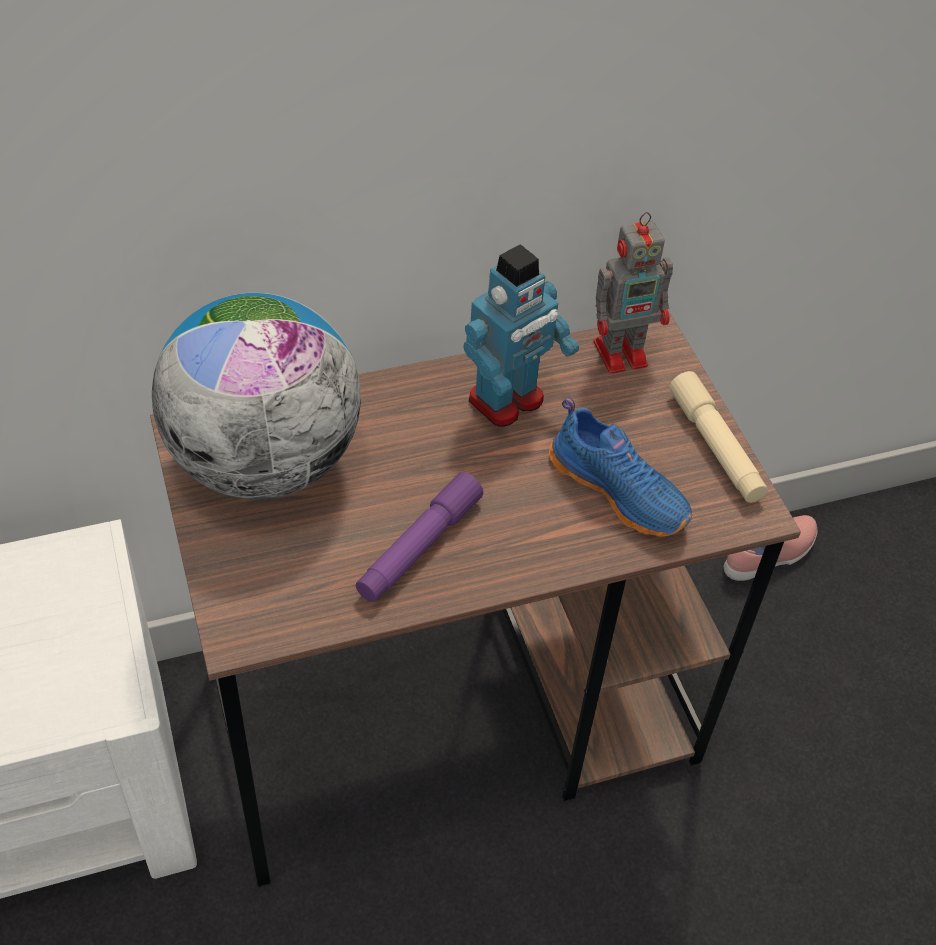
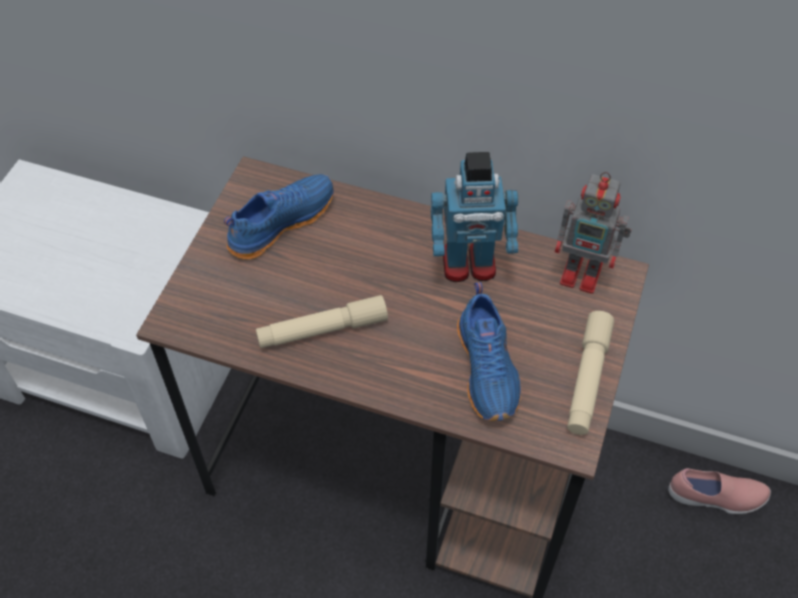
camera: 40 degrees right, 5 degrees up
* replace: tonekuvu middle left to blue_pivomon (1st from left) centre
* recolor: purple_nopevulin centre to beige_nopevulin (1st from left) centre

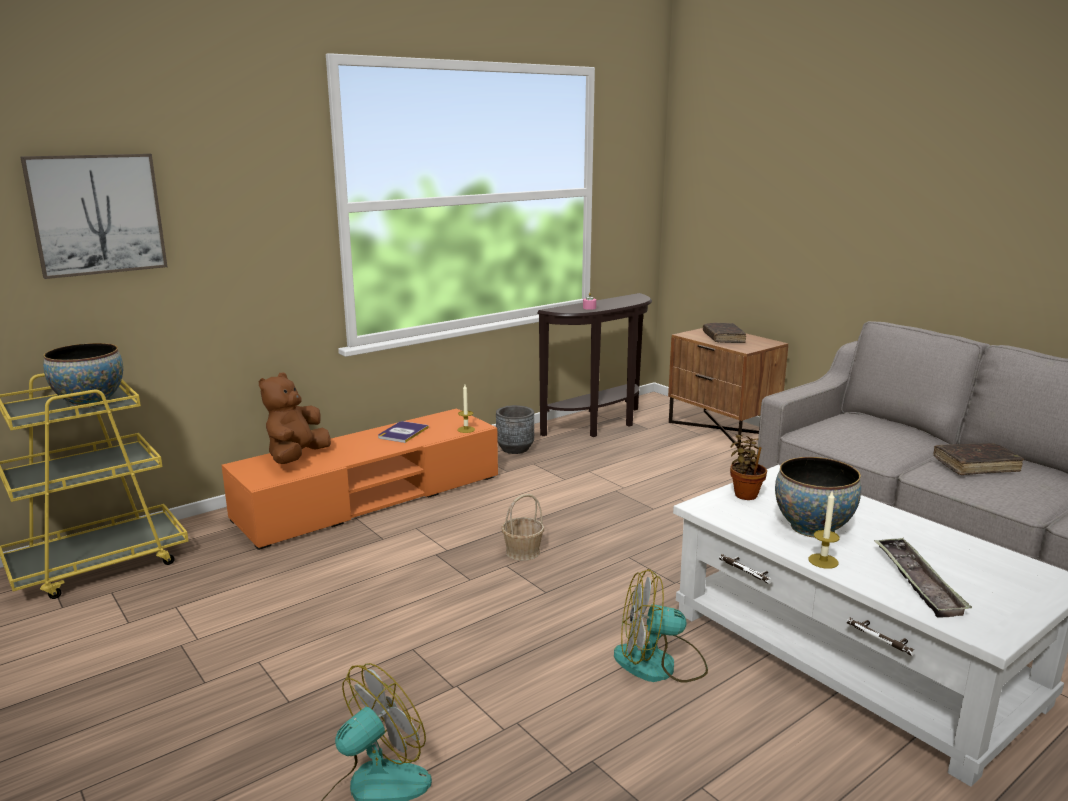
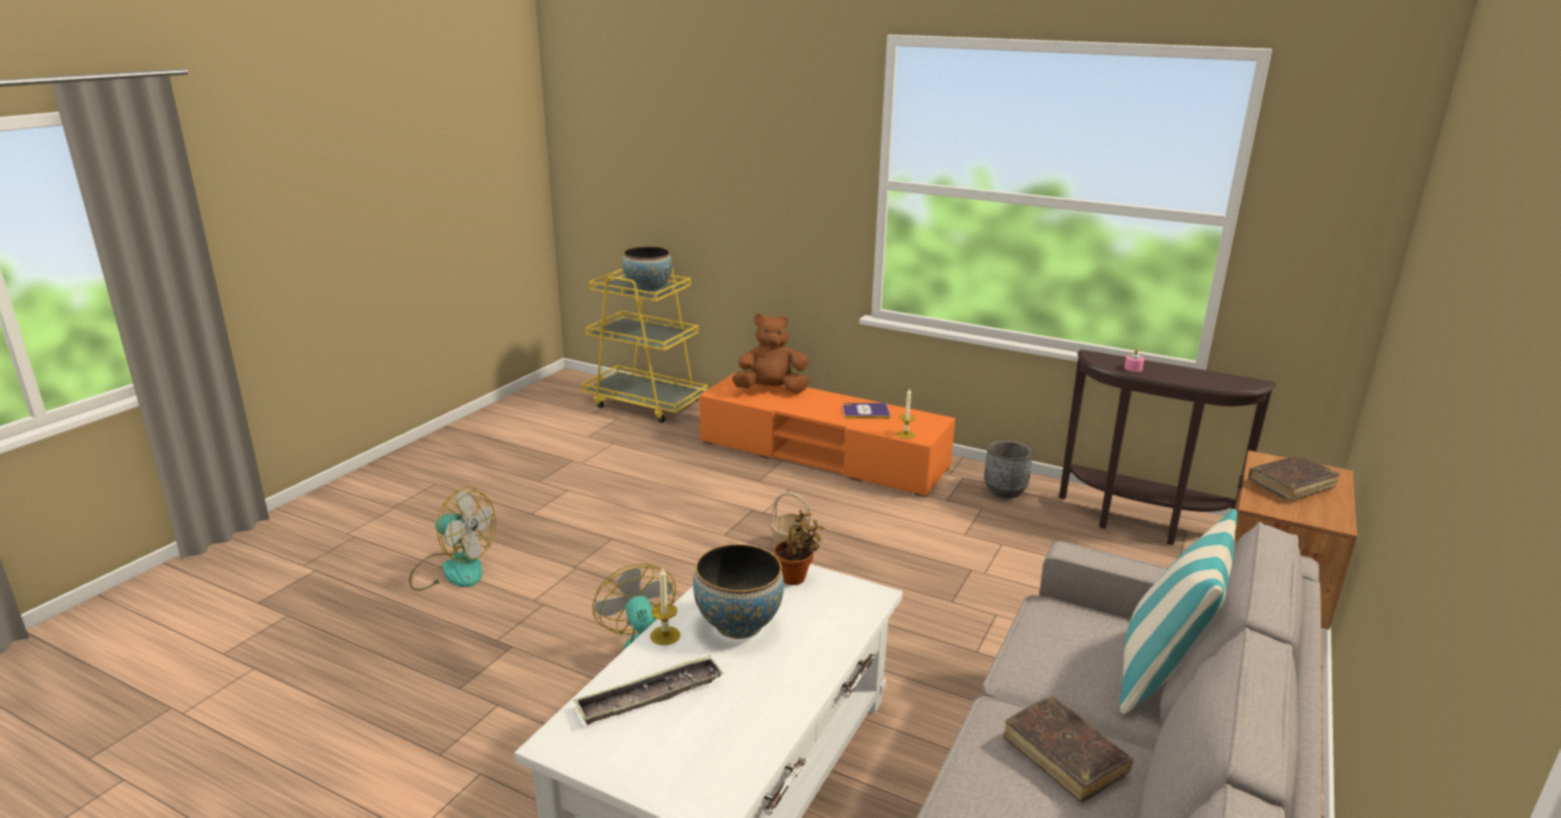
camera: 65 degrees right, 5 degrees up
* delete: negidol top left
* insert: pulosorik bottom right

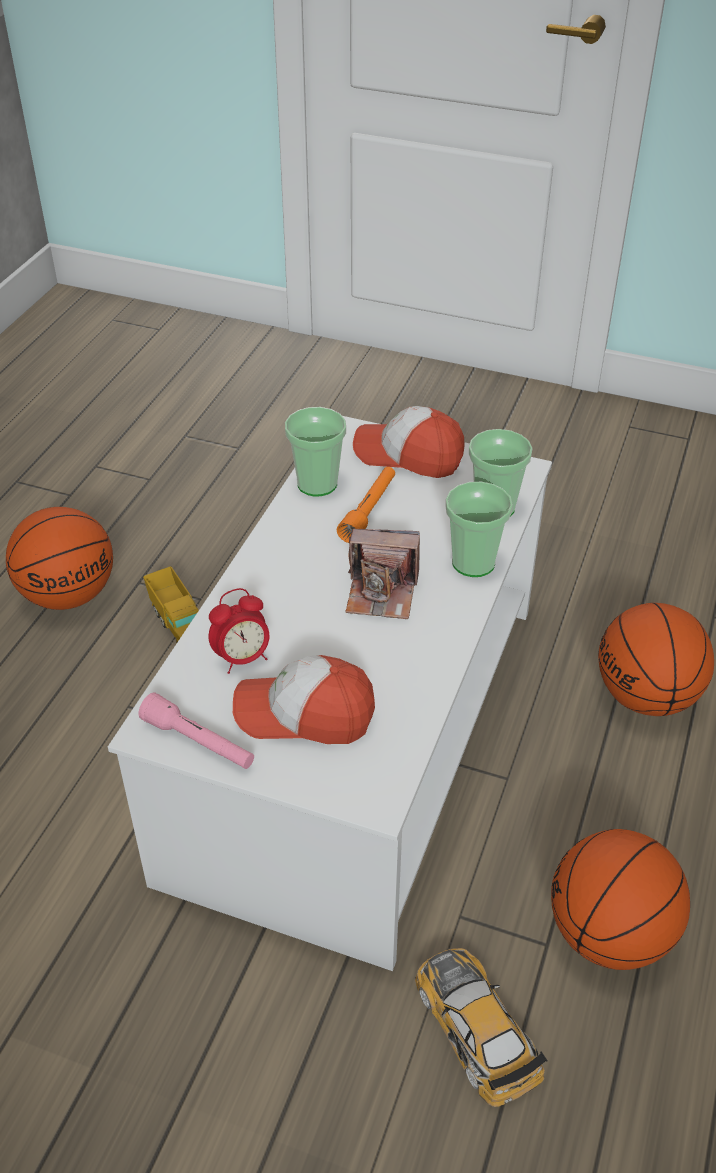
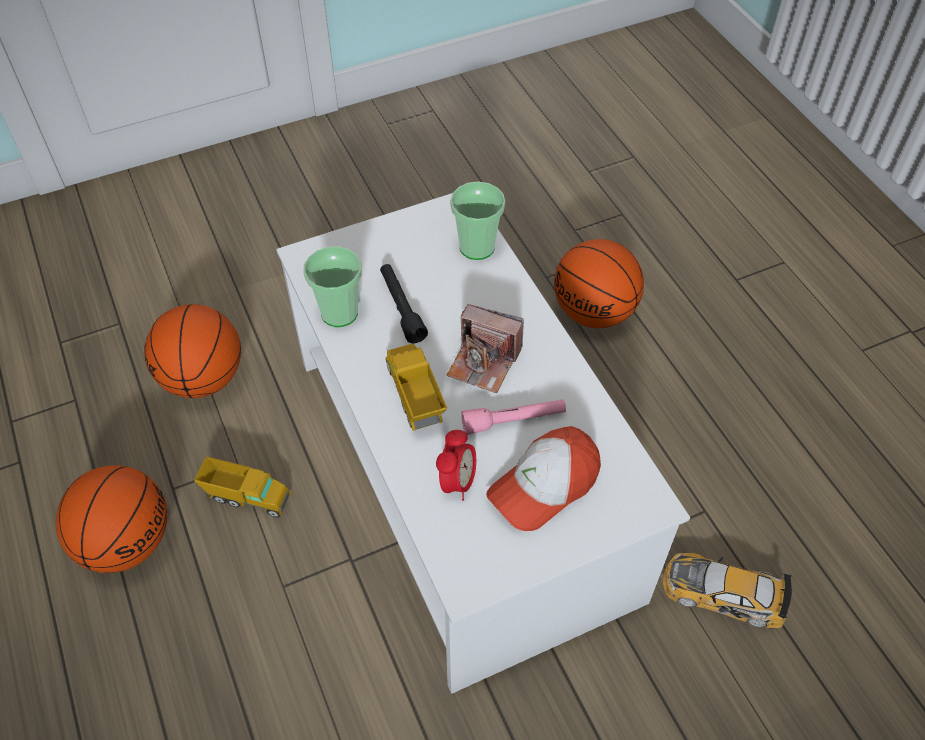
camera: 45 degrees left, 10 degrees up
* delete: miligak (2nd from left) centre
* delete: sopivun (2nd from left) middle right
* insert: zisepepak (2nd from left) centre
* move: pink_nopevulin middle left to centre
* move: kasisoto (2nd from left) bottom right to middle left
* recolor: orange_nopevulin centre to black_nopevulin centre
* rotate: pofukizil centre = centre 60 degrees clockwise

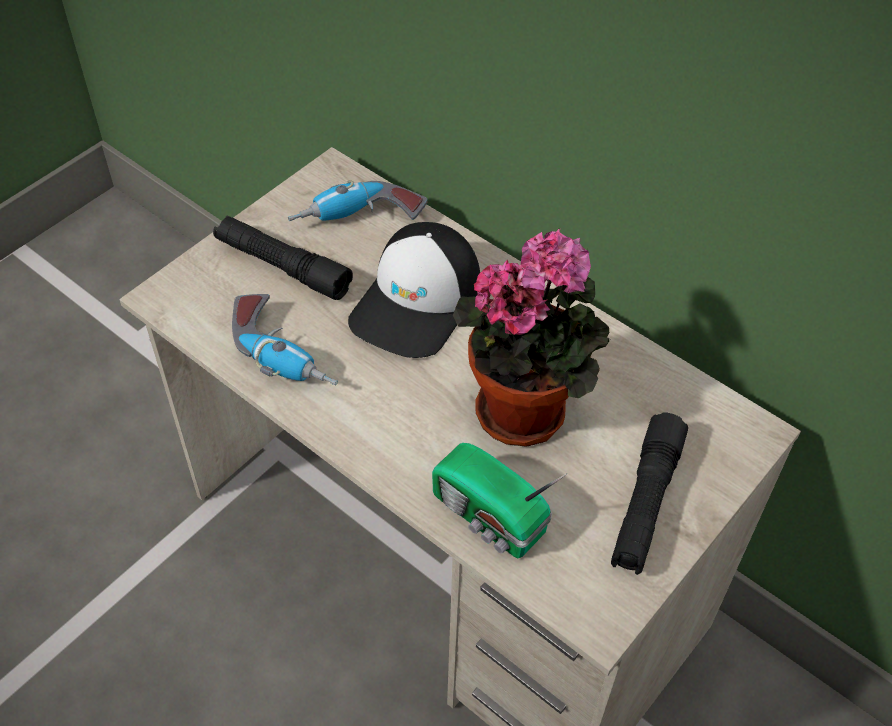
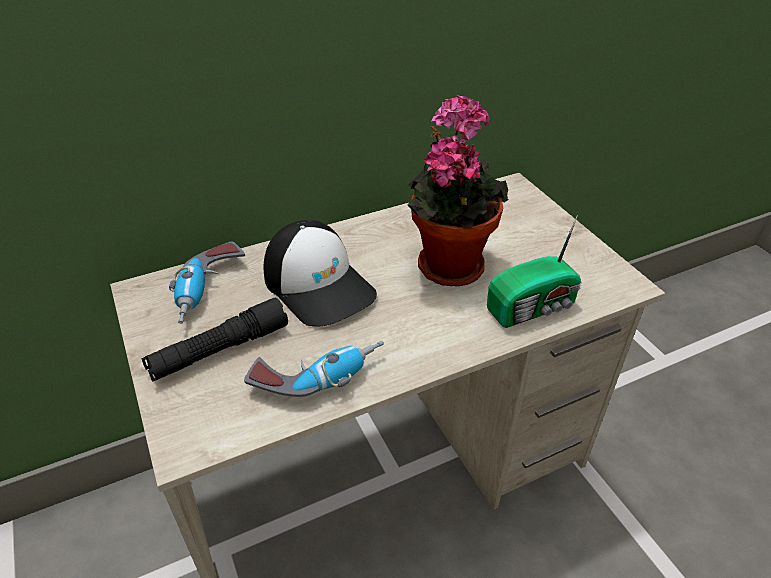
camera: 65 degrees left, 10 degrees down
* delete: black_nopevulin (2nd from left) bottom right

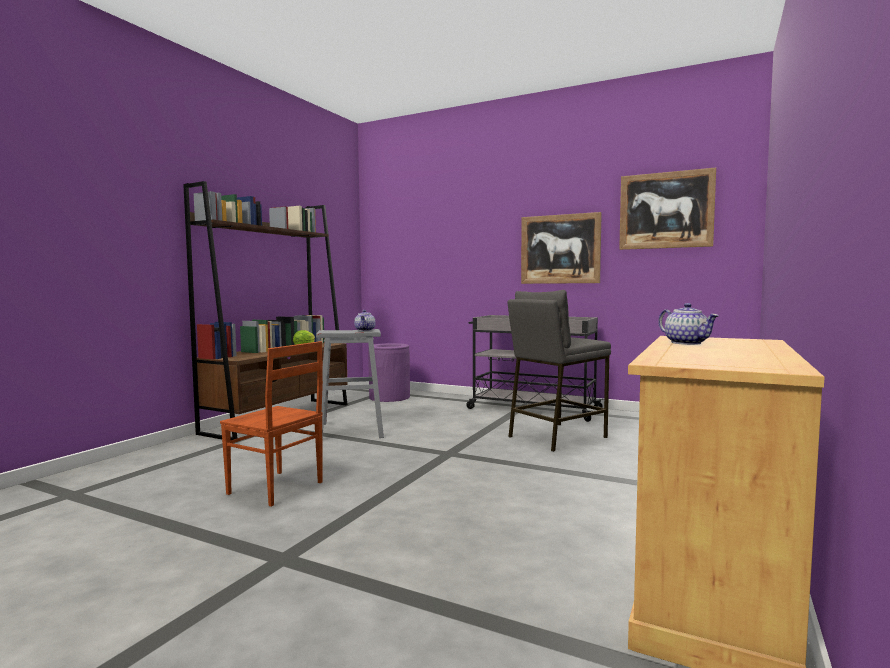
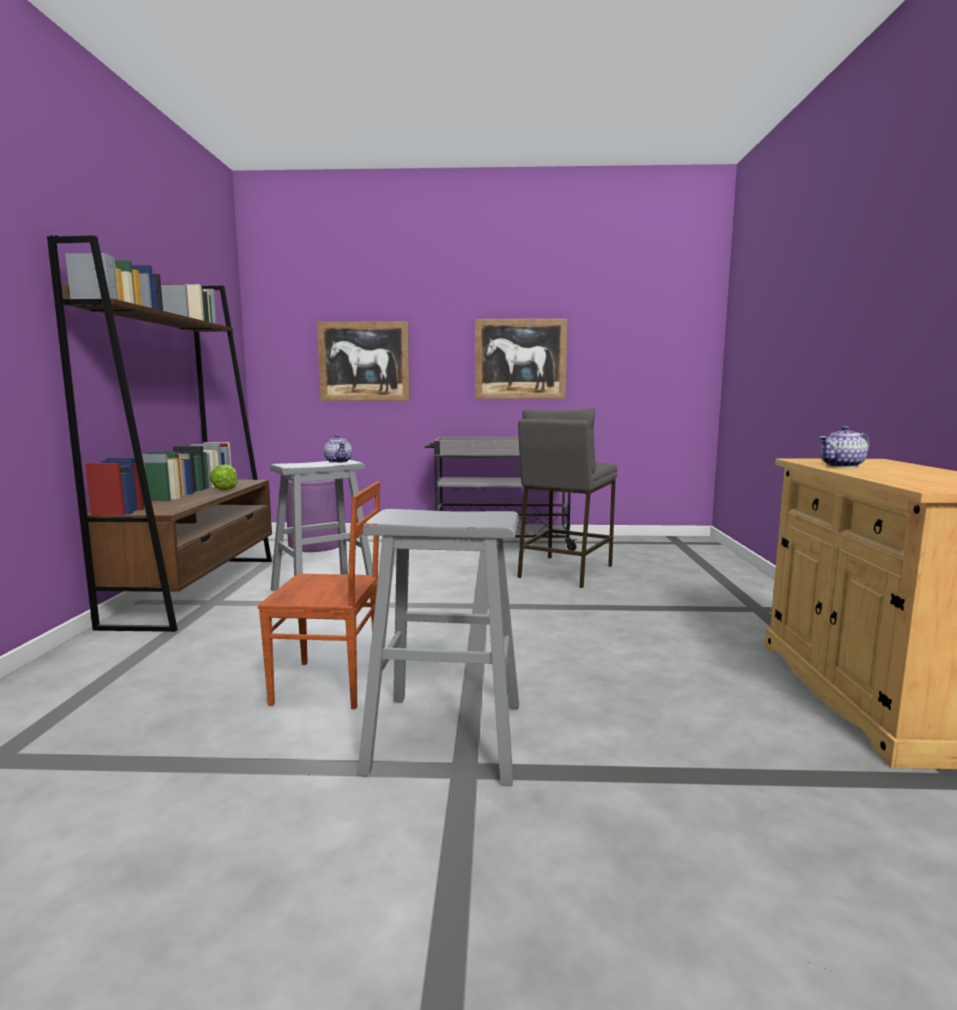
camera: 25 degrees left, 5 degrees up
* insert: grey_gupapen (2nd from left) centre
* move: negidol (2nd from left in the first image) top right to negidol (1st from left) centre
* rotate: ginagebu (2nd from left) middle right = middle right 120 degrees clockwise

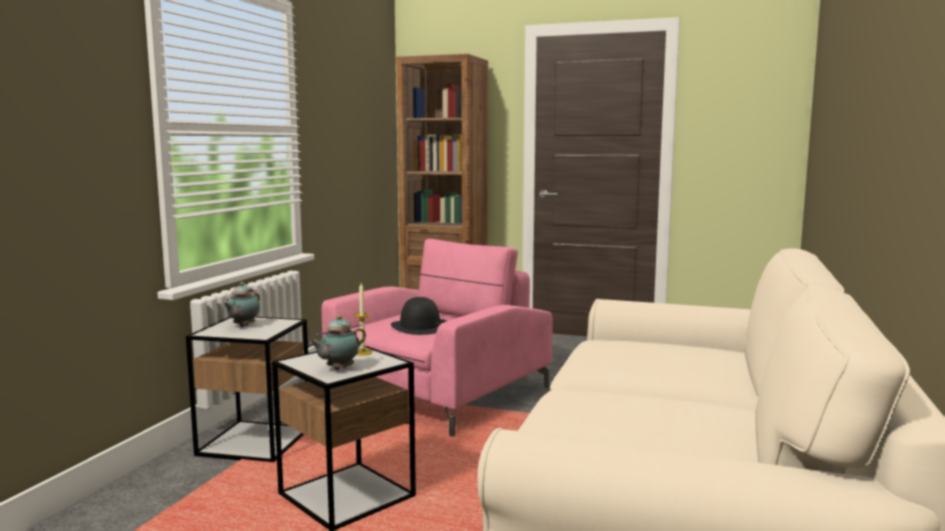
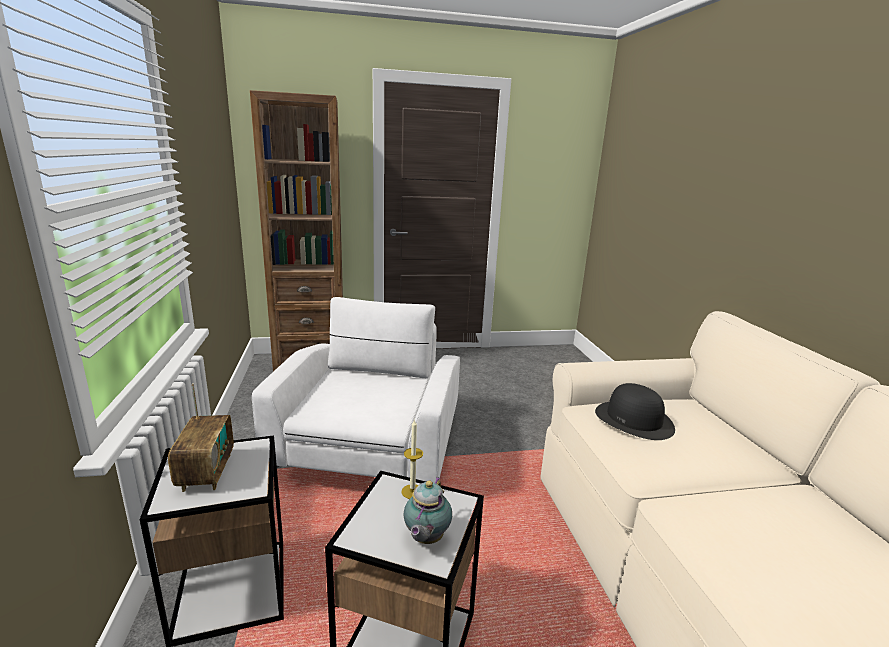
camera: 30 degrees left, 10 degrees up
* move: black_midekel centre to middle right
* replace: ginagebu (1st from left) middle left to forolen bottom left
* recolor: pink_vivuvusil centre to white_vivuvusil centre

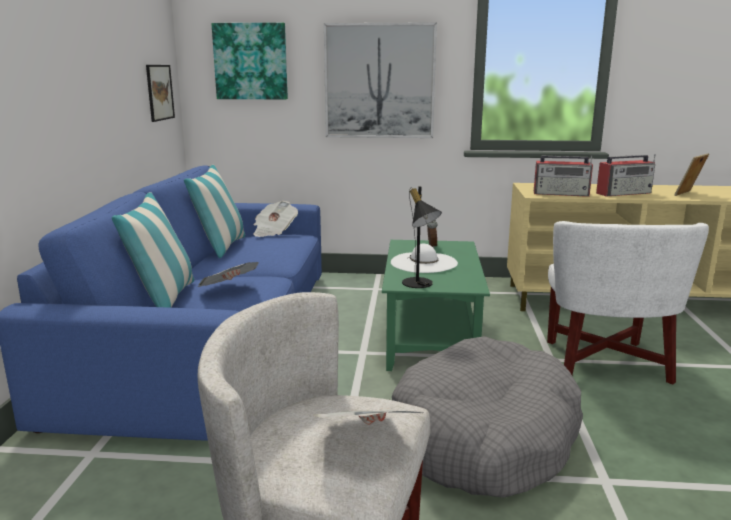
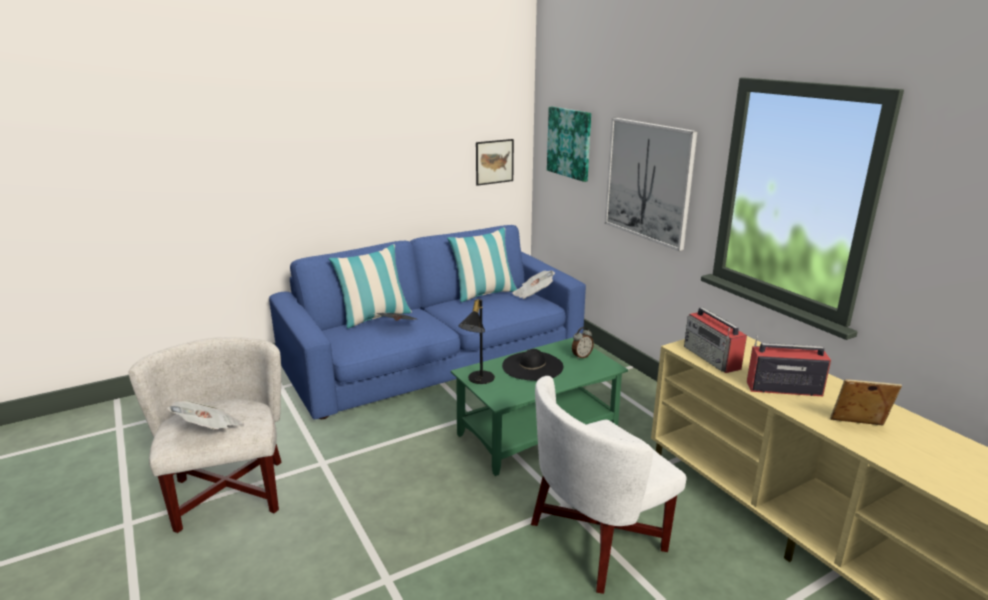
camera: 55 degrees right, 5 degrees up
* delete: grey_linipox bottom centre
* recolor: white_midekel centre to black_midekel centre
* rotate: forolen (2nd from left) middle right = middle right 150 degrees clockwise

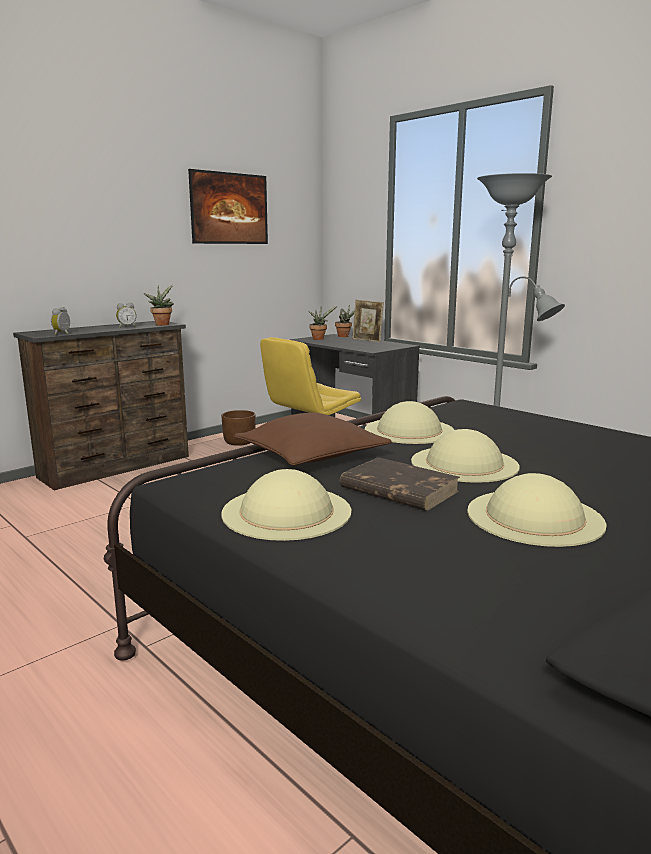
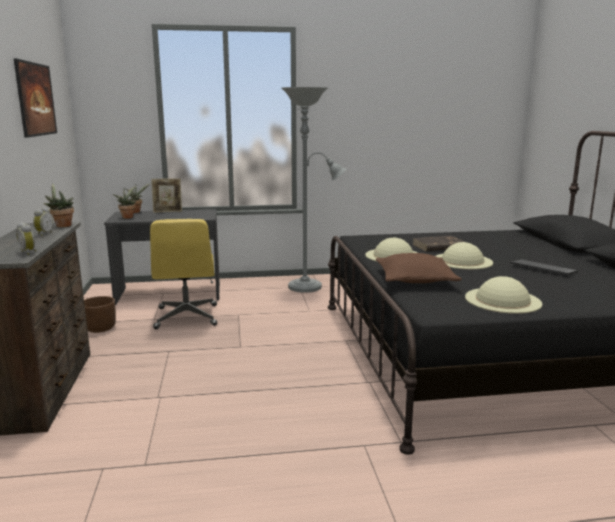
camera: 55 degrees left, 0 degrees up
* move: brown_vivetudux centre to middle right
* replace: beige_midekel (4th from left) middle right to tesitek middle right

